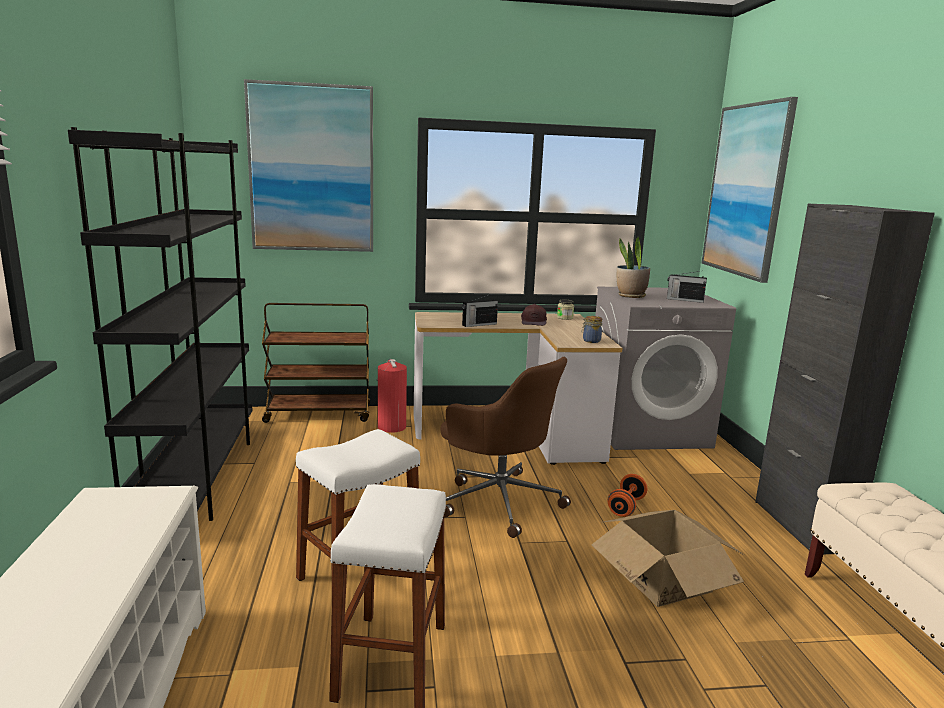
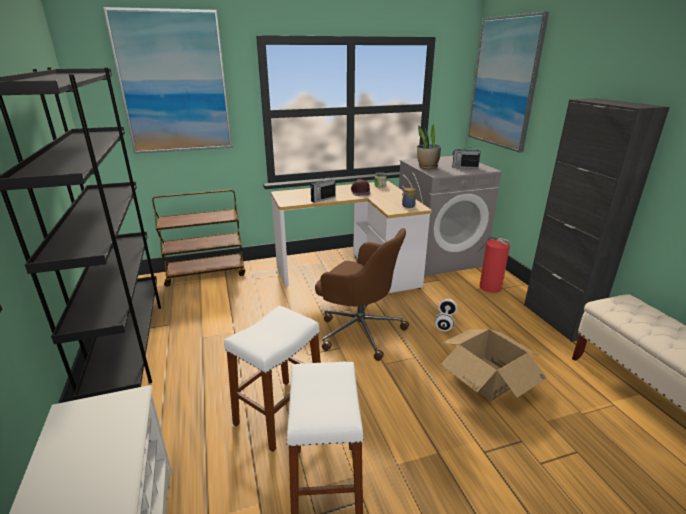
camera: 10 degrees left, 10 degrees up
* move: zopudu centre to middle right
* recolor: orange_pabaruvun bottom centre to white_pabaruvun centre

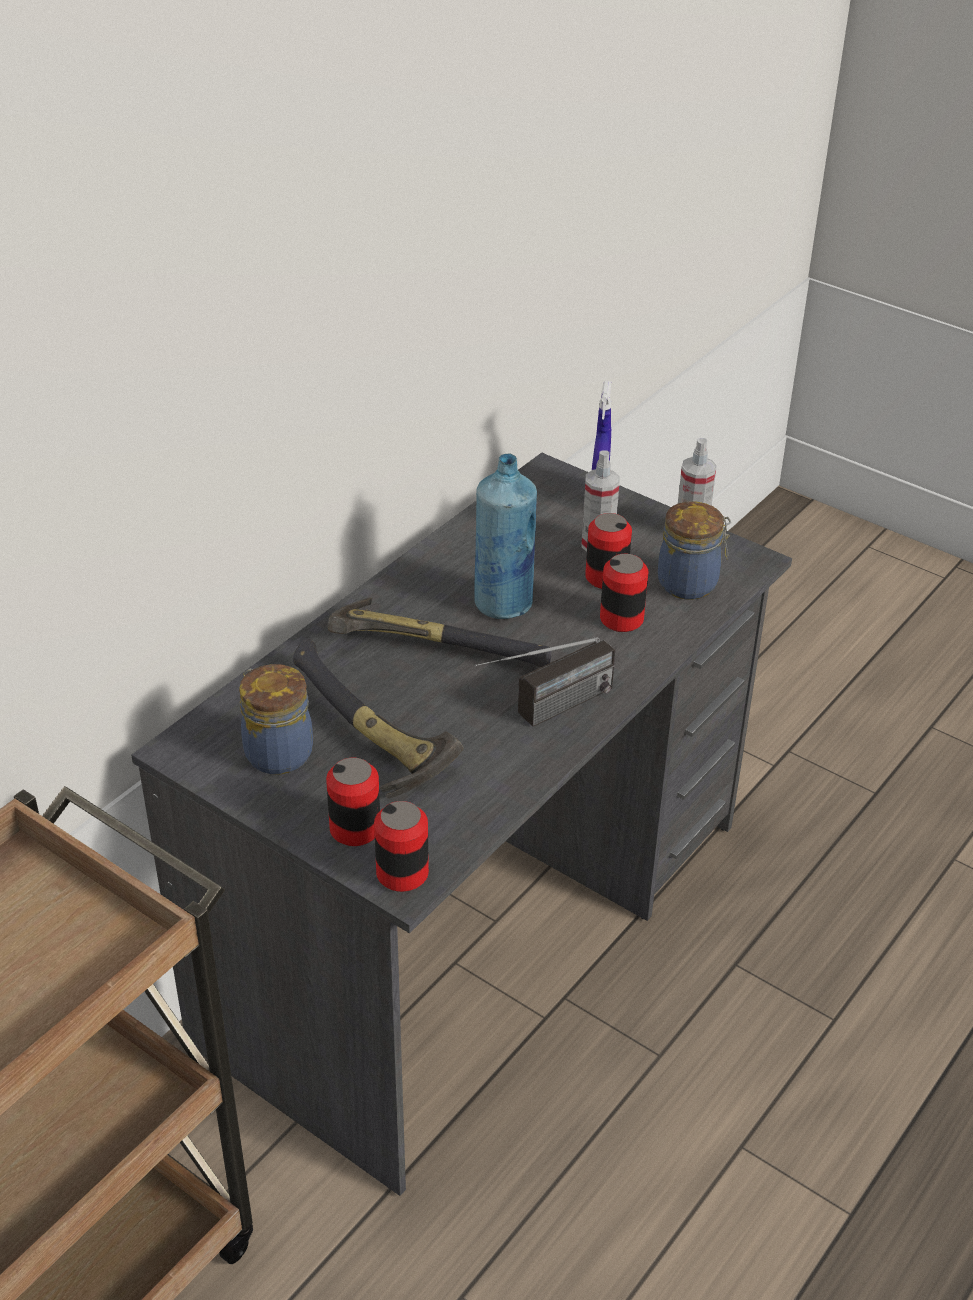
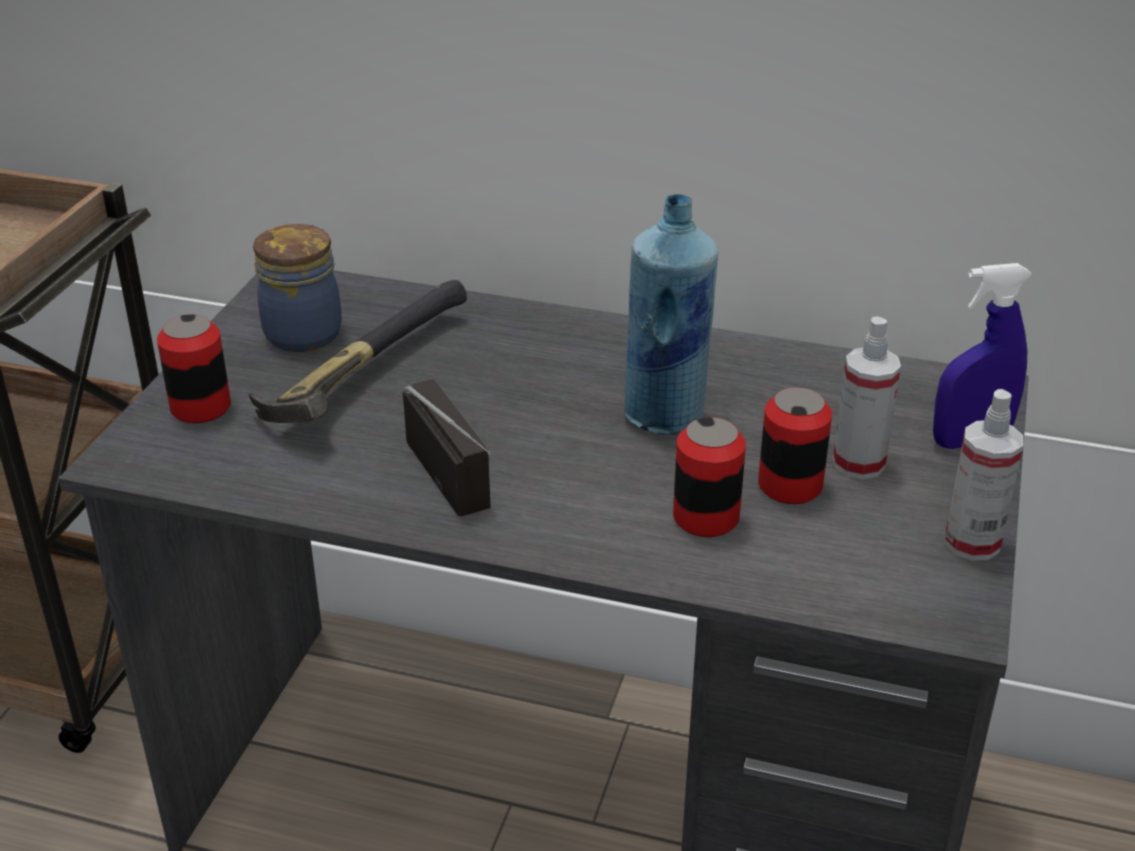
camera: 70 degrees right, 5 degrees down
* delete: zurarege (2nd from left) centre
* delete: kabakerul (2nd from left) centre
* delete: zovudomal (2nd from left) middle right
* rotate: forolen centre = centre 150 degrees counterclockwise

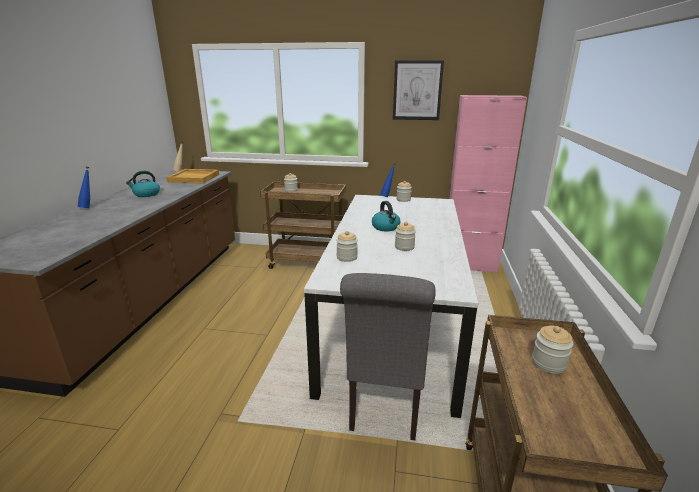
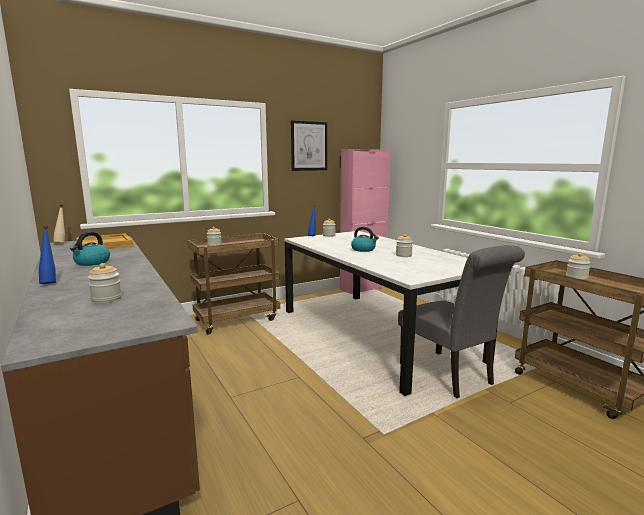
camera: 40 degrees left, 10 degrees down
* move: zovudomal (2nd from left in the first image) centre to zovudomal (1st from left) middle left

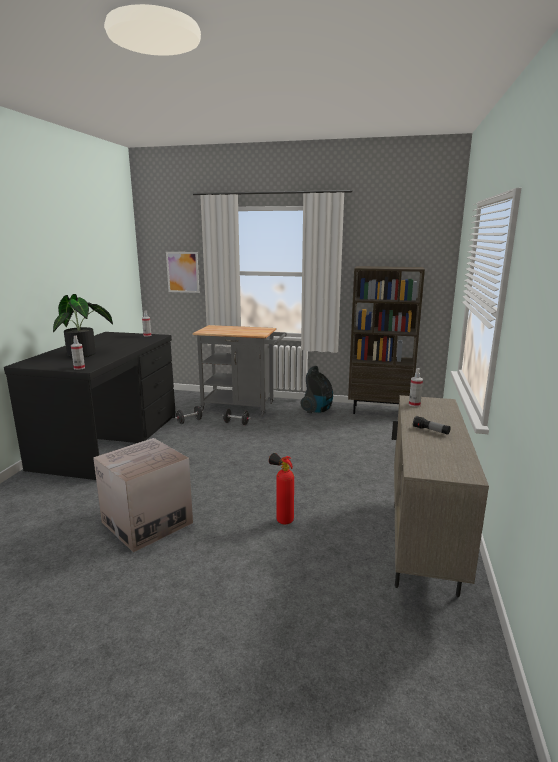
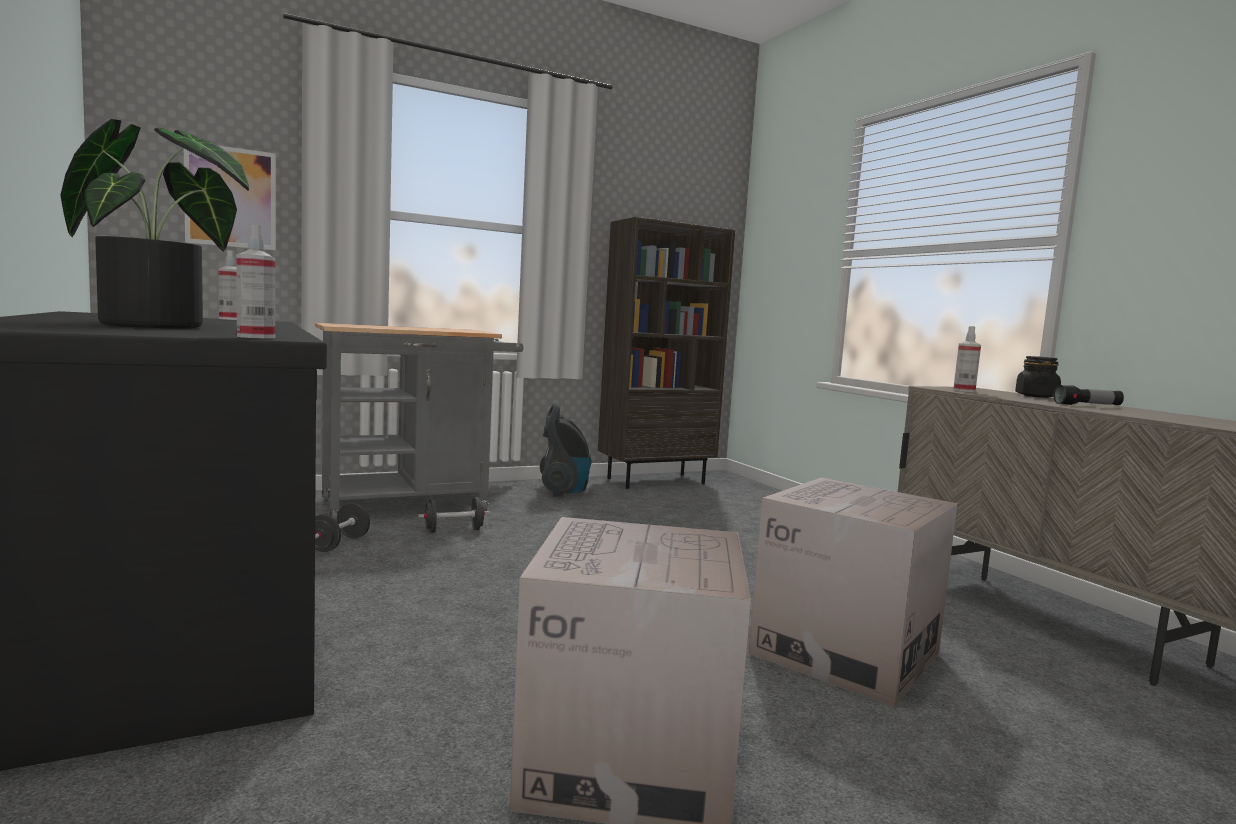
camera: 40 degrees left, 10 degrees down
* insert: black_zovudomal middle right
* replace: zopudu centre to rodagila (2nd from left) bottom right

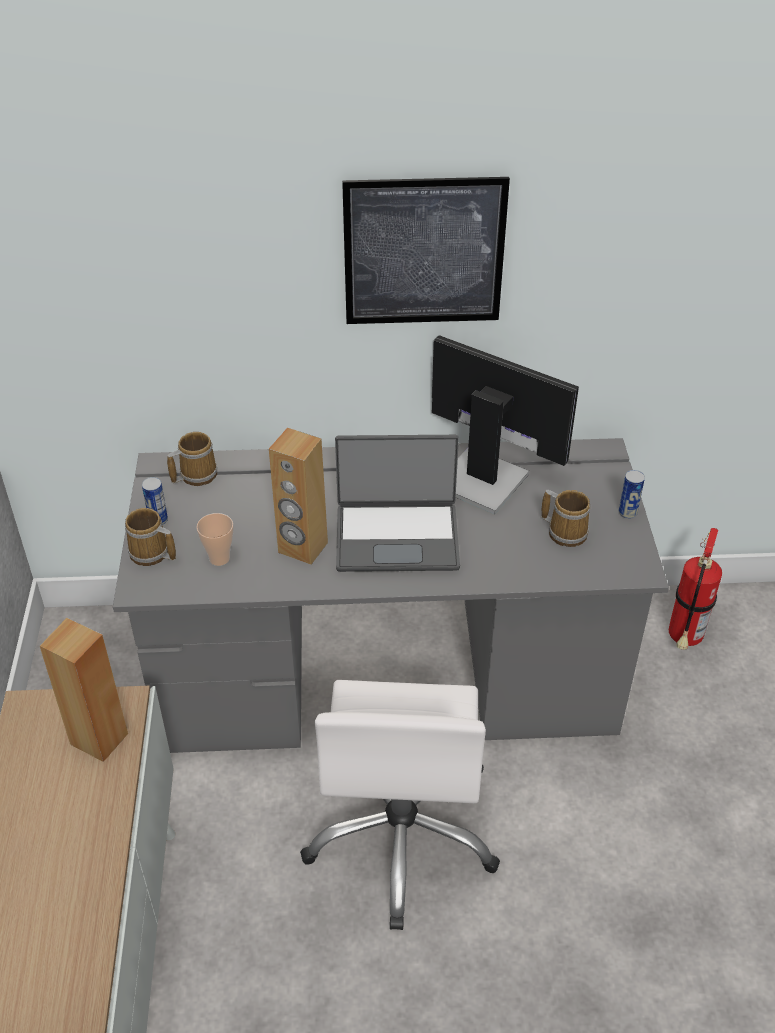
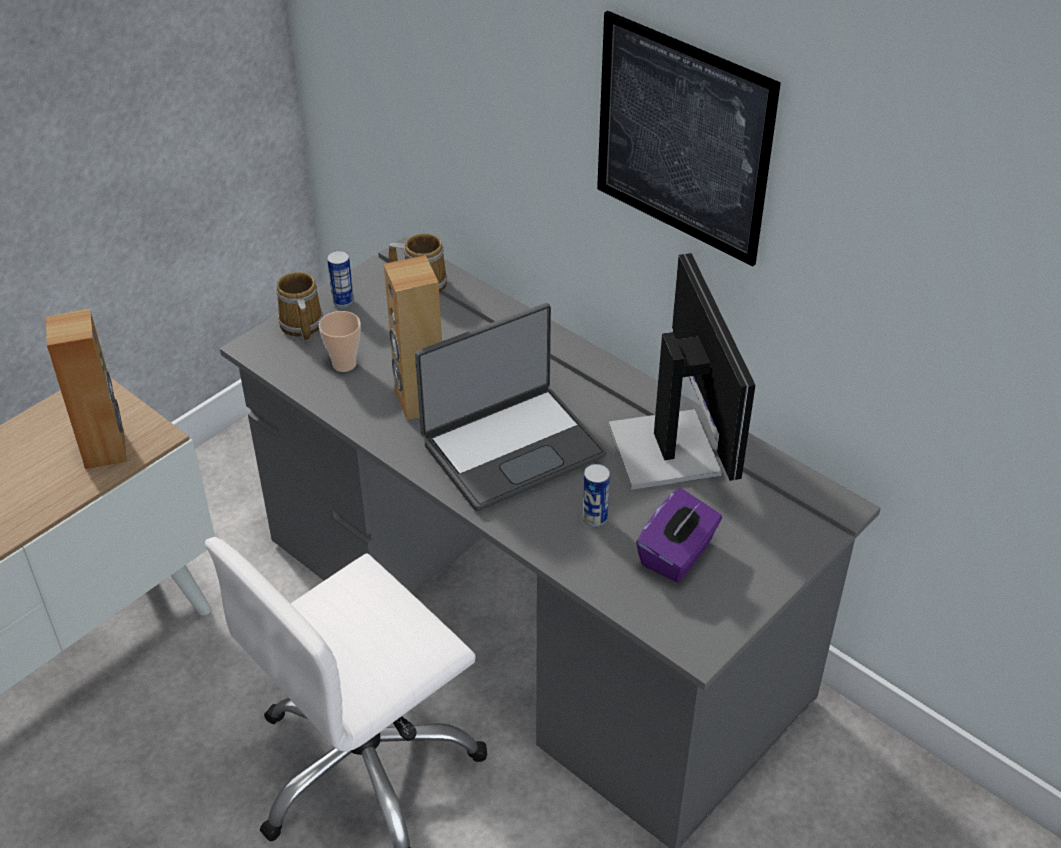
camera: 45 degrees right, 0 degrees up
* delete: zopudu middle right
* move: kabakerul (2nd from left) middle right to centre
* replace: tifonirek (3rd from left) middle right to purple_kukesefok centre
* rotate: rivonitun centre = centre 75 degrees counterclockwise

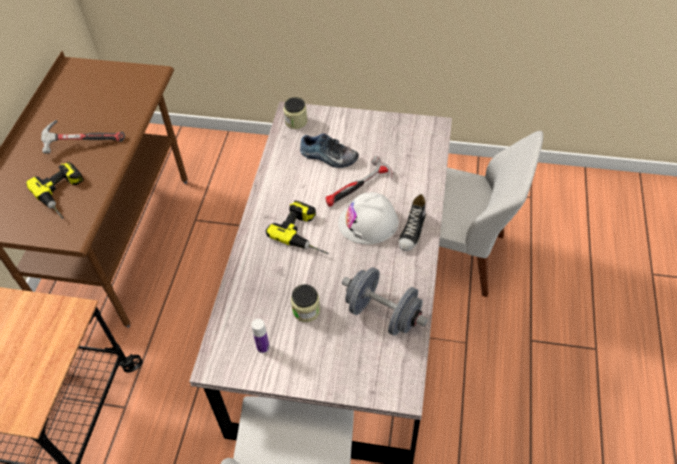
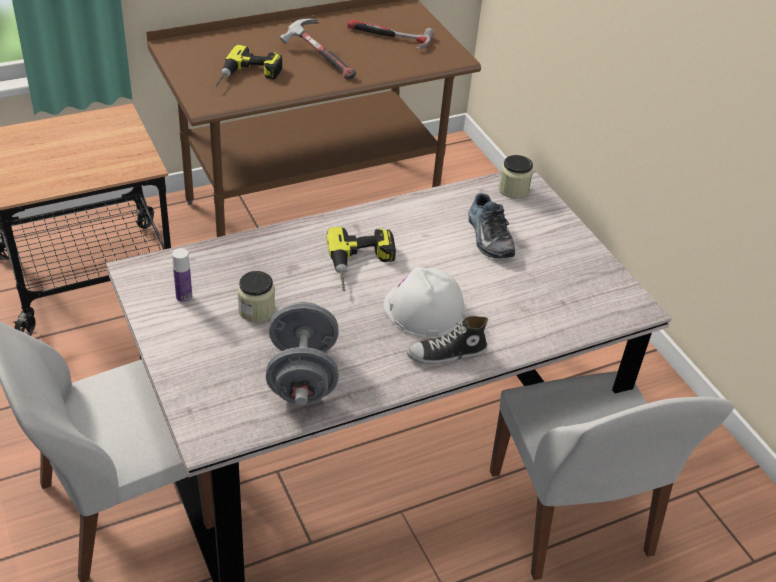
camera: 50 degrees right, 10 degrees down
* move: zurarege (2nd from left) centre to top centre

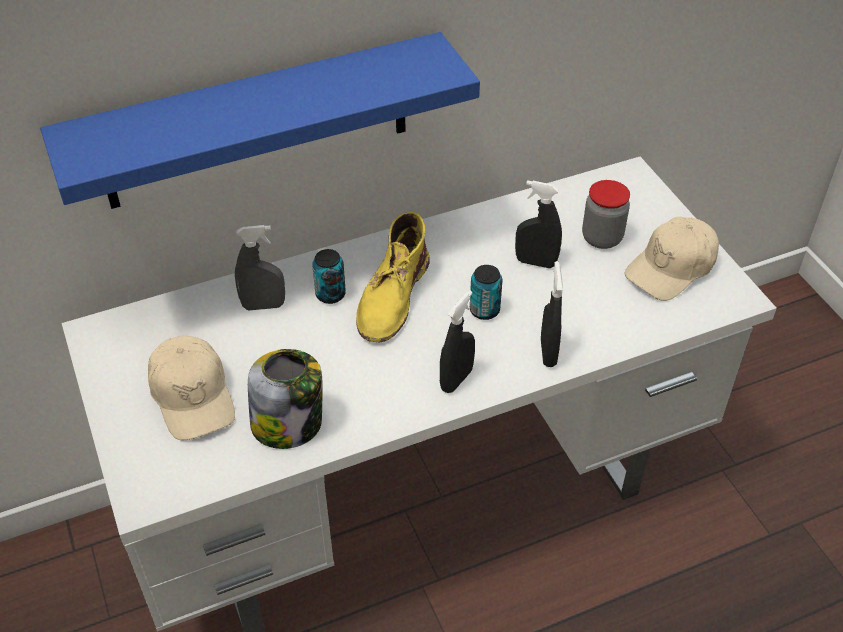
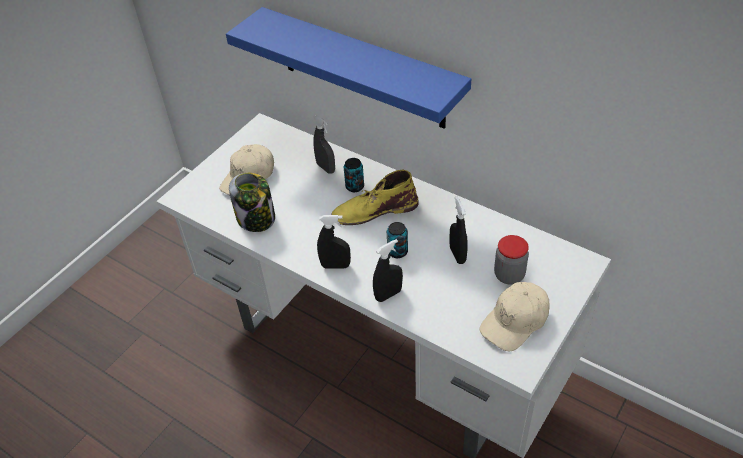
camera: 60 degrees right, 0 degrees up
* rotate: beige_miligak (2nd from left) middle right = bottom right 60 degrees counterclockwise

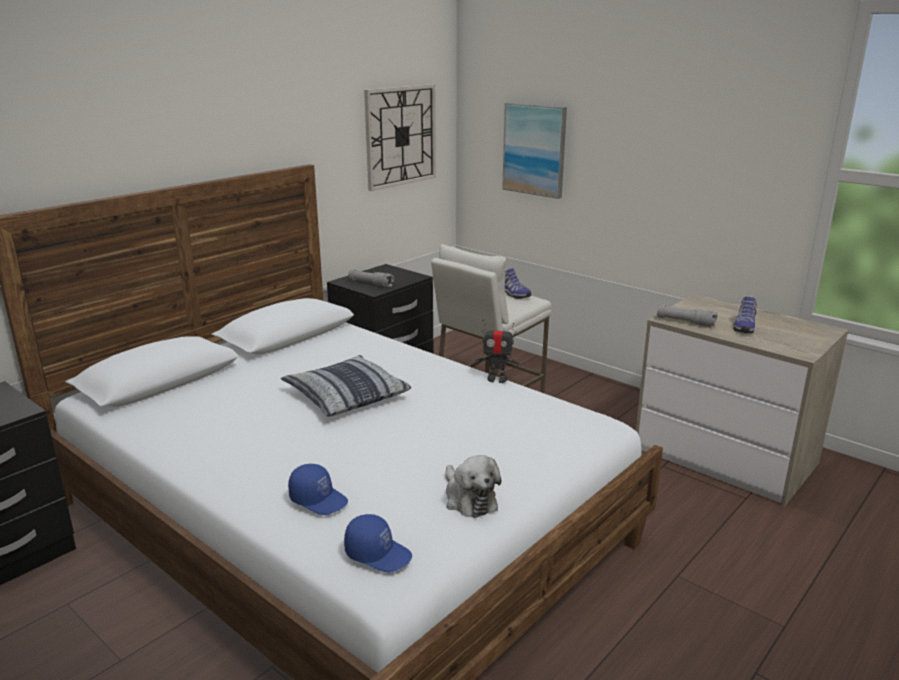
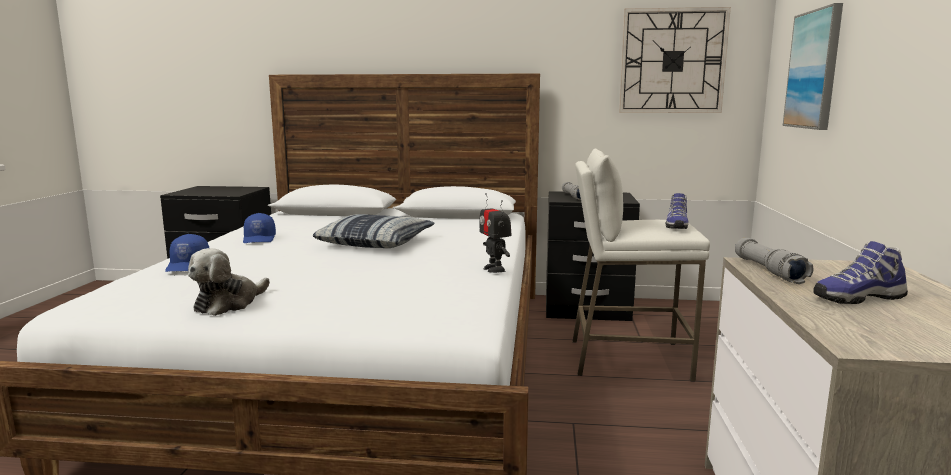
camera: 55 degrees right, 10 degrees down
* move: blue_miligak (2nd from left) bottom centre to middle left

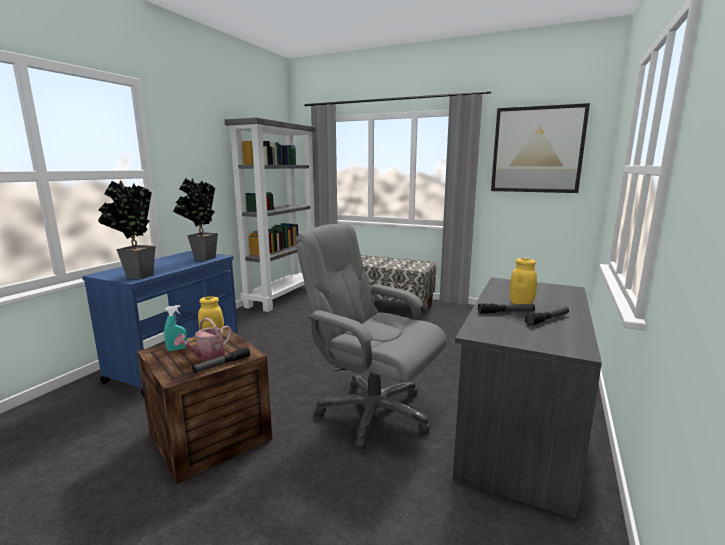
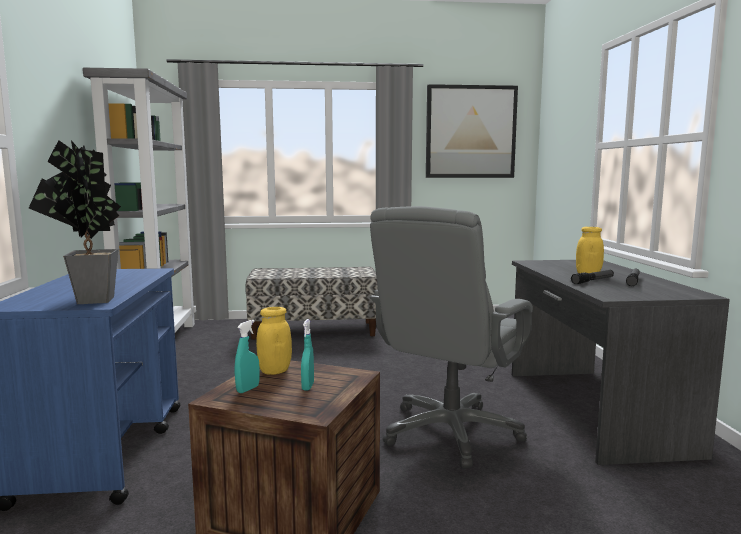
camera: 30 degrees left, 5 degrees down
* delete: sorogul (2nd from left) middle left
* delete: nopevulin (1st from left) middle left
* replace: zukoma middle left to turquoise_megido (2nd from left) centre
* rotate: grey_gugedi centre = centre 60 degrees counterclockwise

